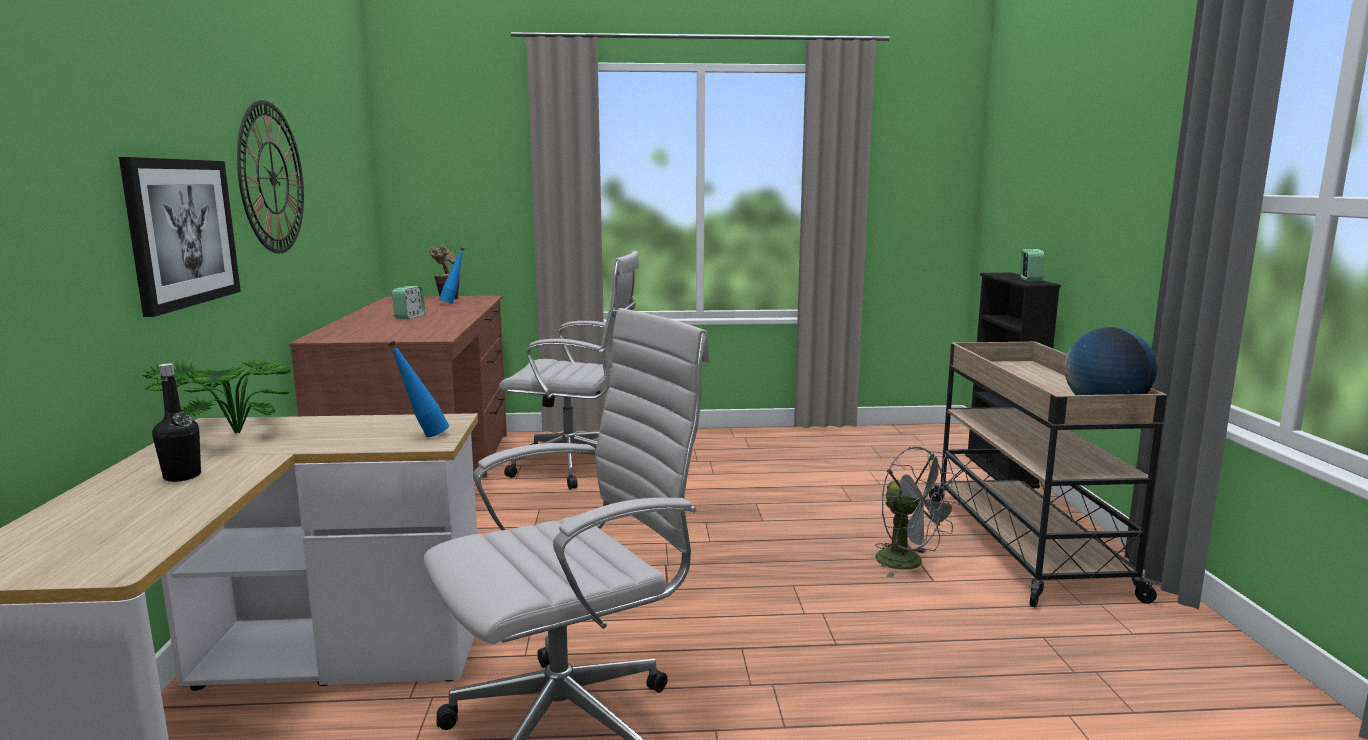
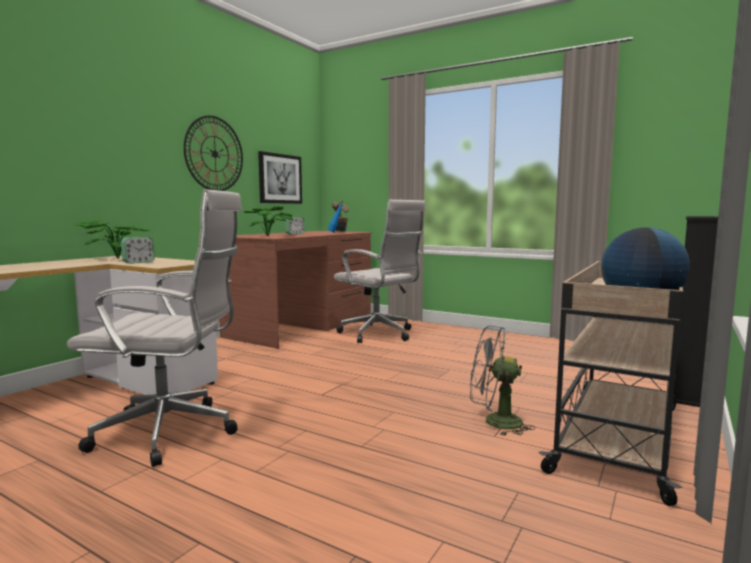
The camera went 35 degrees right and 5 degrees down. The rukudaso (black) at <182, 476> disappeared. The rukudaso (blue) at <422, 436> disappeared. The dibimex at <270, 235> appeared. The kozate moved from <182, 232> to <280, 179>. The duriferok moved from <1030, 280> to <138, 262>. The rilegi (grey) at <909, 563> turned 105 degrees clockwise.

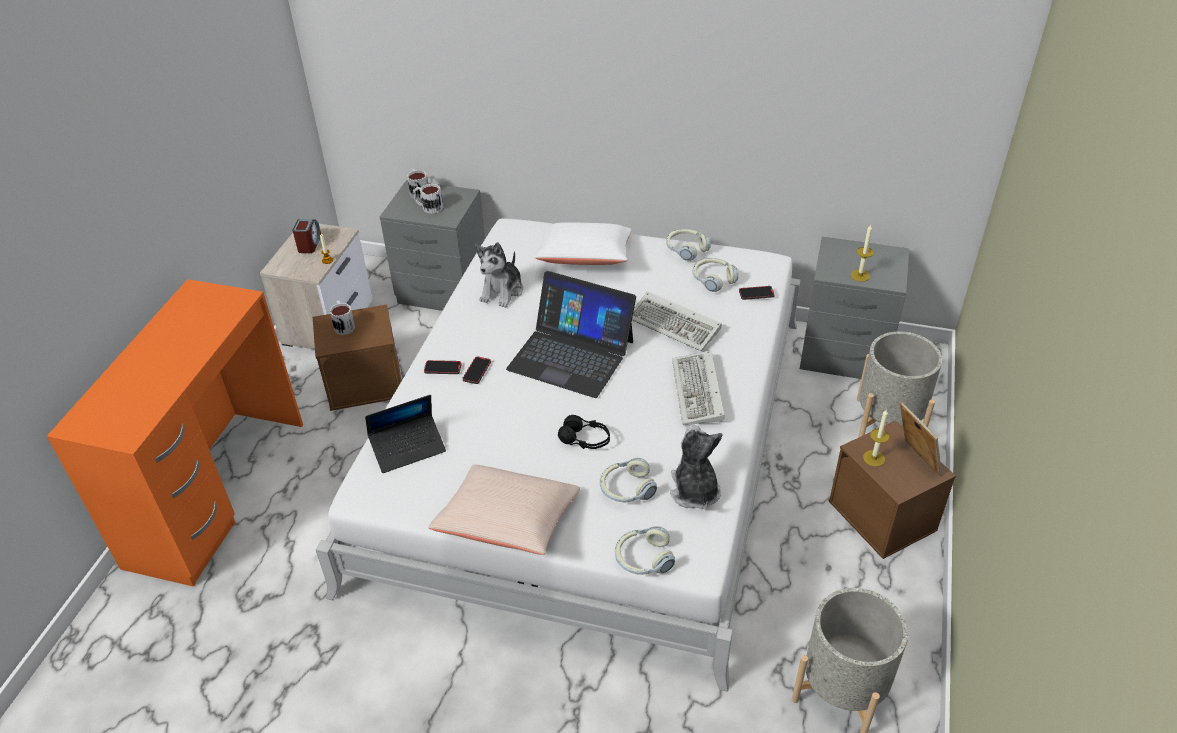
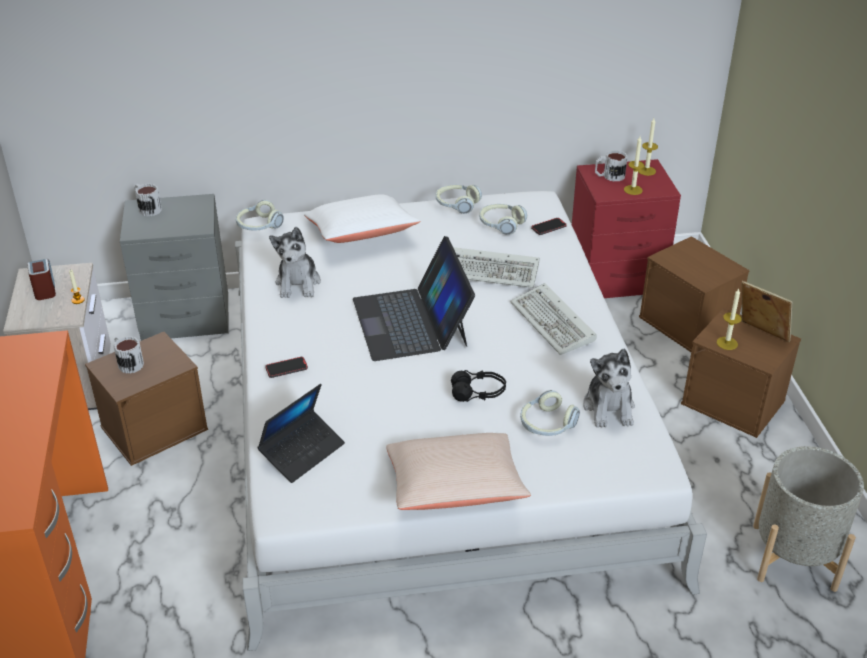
The camera went 25 degrees left and 5 degrees down. The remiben at <477, 371> disappeared. The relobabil at <646, 171> appeared. The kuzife moved from <428, 207> to <609, 176>. The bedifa moved from <643, 559> to <259, 225>. The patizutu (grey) at <888, 422> was replaced by the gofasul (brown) at <688, 324>. The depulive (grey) at <846, 356> became the depulive (red) at <617, 278>. The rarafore at <571, 354> turned 75 degrees clockwise. The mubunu at <694, 490> turned 150 degrees counterclockwise.

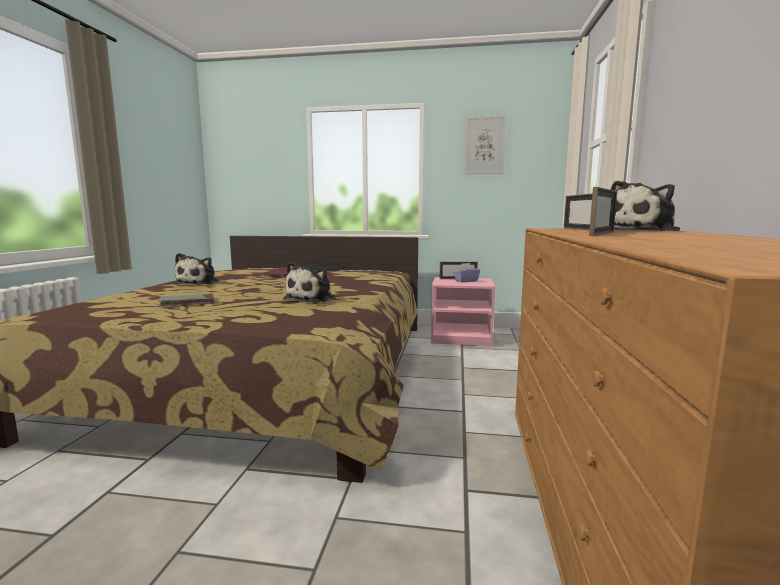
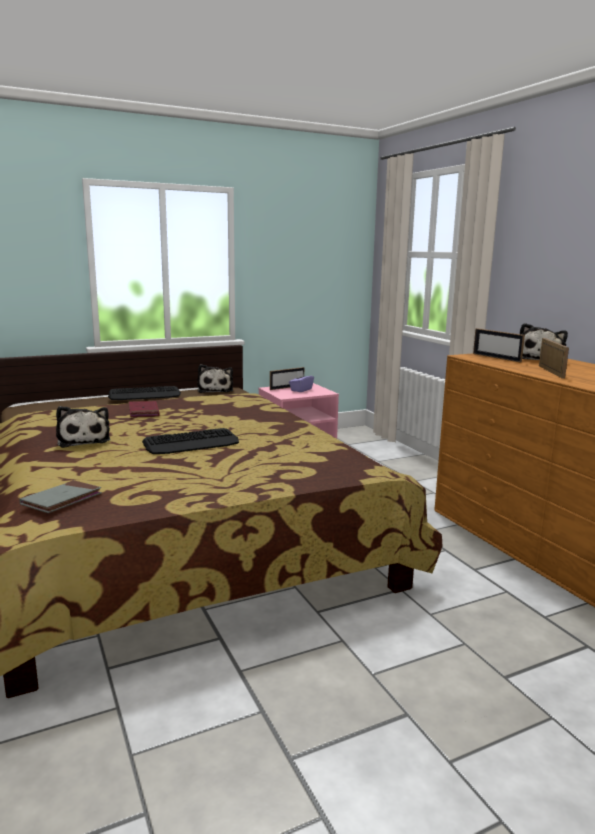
The camera went 35 degrees left and 5 degrees up. The kozate at <484, 145> disappeared. The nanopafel at <192, 443> appeared. The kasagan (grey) moved from <188, 303> to <62, 500>. The mubunu moved from <312, 299> to <215, 390>.

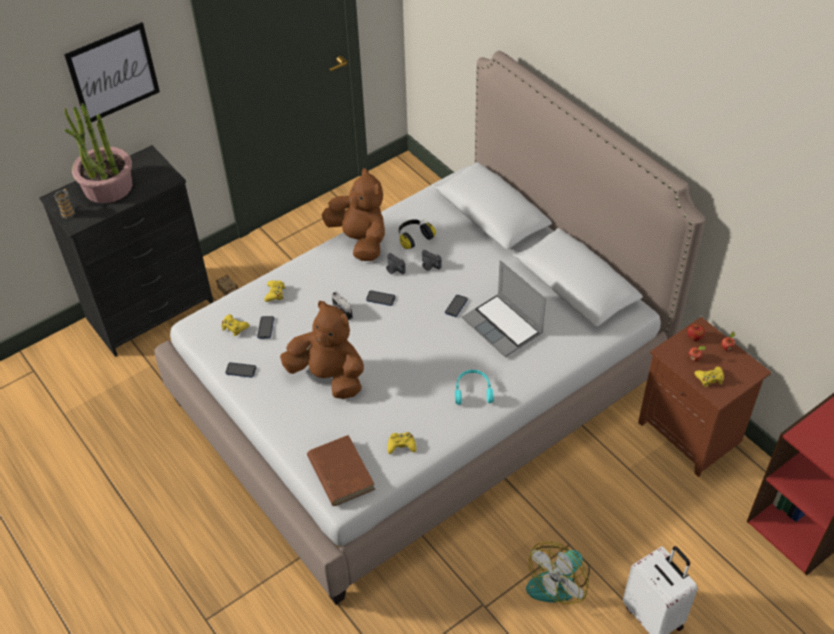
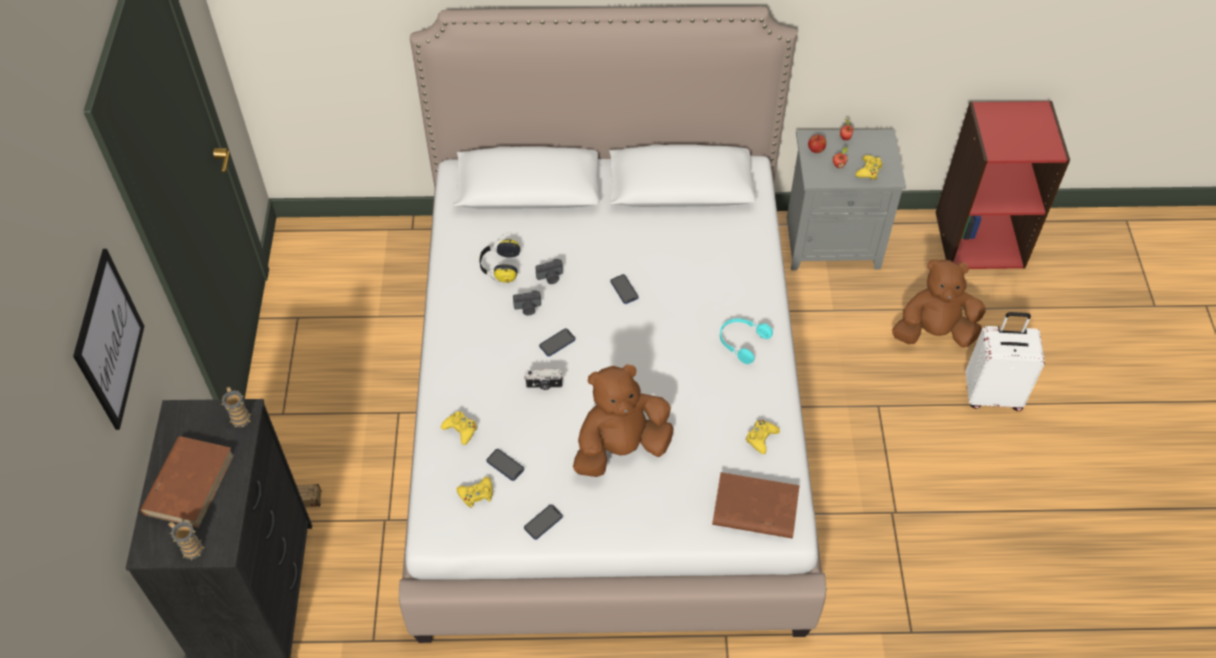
The camera went 55 degrees left and 5 degrees up. The rarafore at <504, 326> disappeared. The rilegi at <559, 579> disappeared. The kuzife at <239, 415> appeared. The mubunu (brown) moved from <360, 240> to <933, 332>. The dibimex at <108, 187> was replaced by the kasagan (brown) at <189, 483>. The depulive (brown) at <692, 433> became the depulive (grey) at <833, 242>.

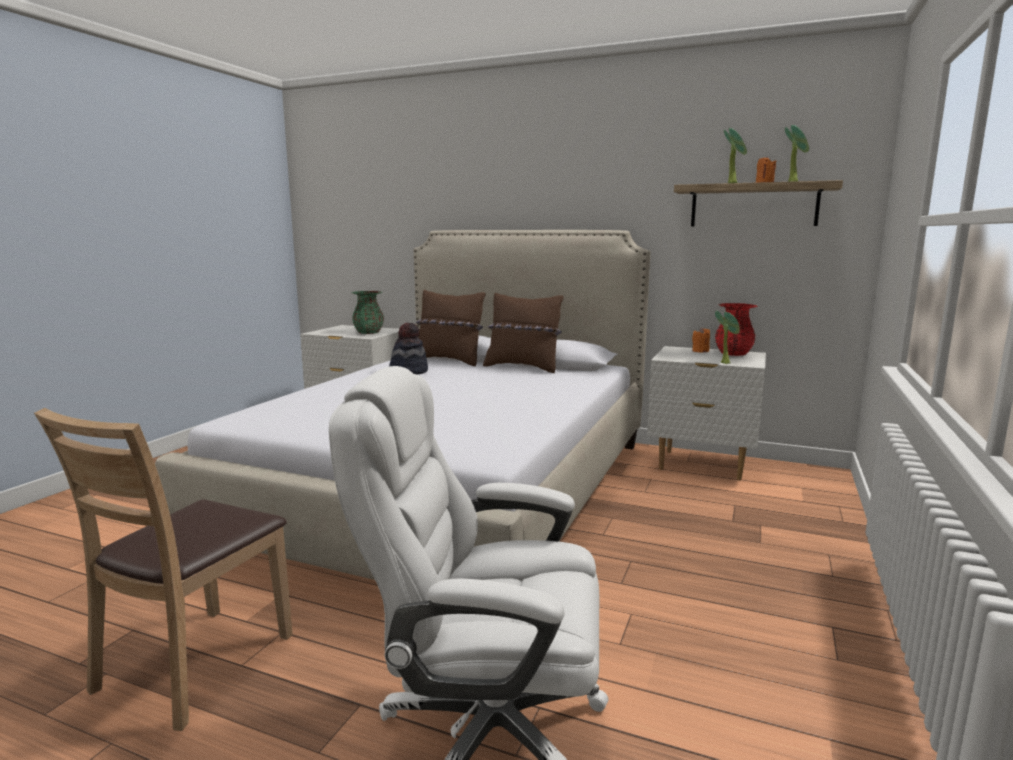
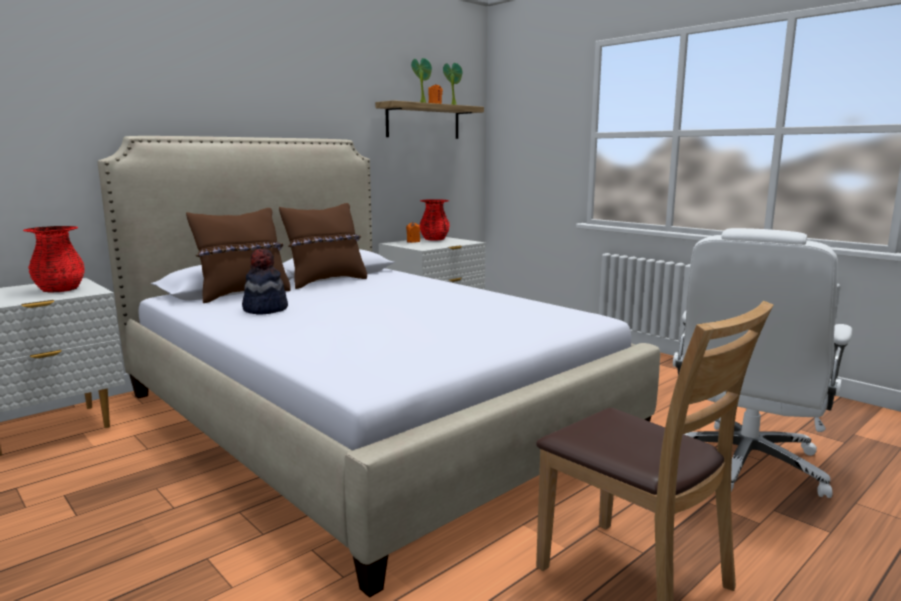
The camera went 65 degrees left and 0 degrees up. The dibimex at <725, 363> disappeared. The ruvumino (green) at <368, 332> became the ruvumino (red) at <60, 290>.

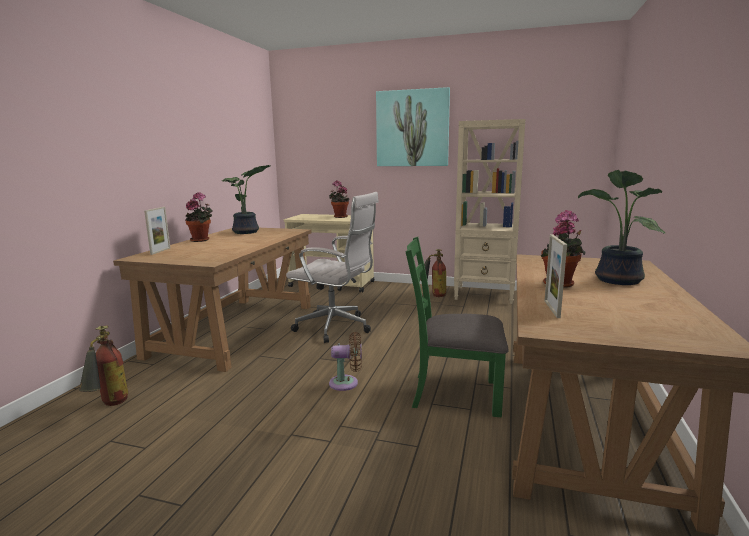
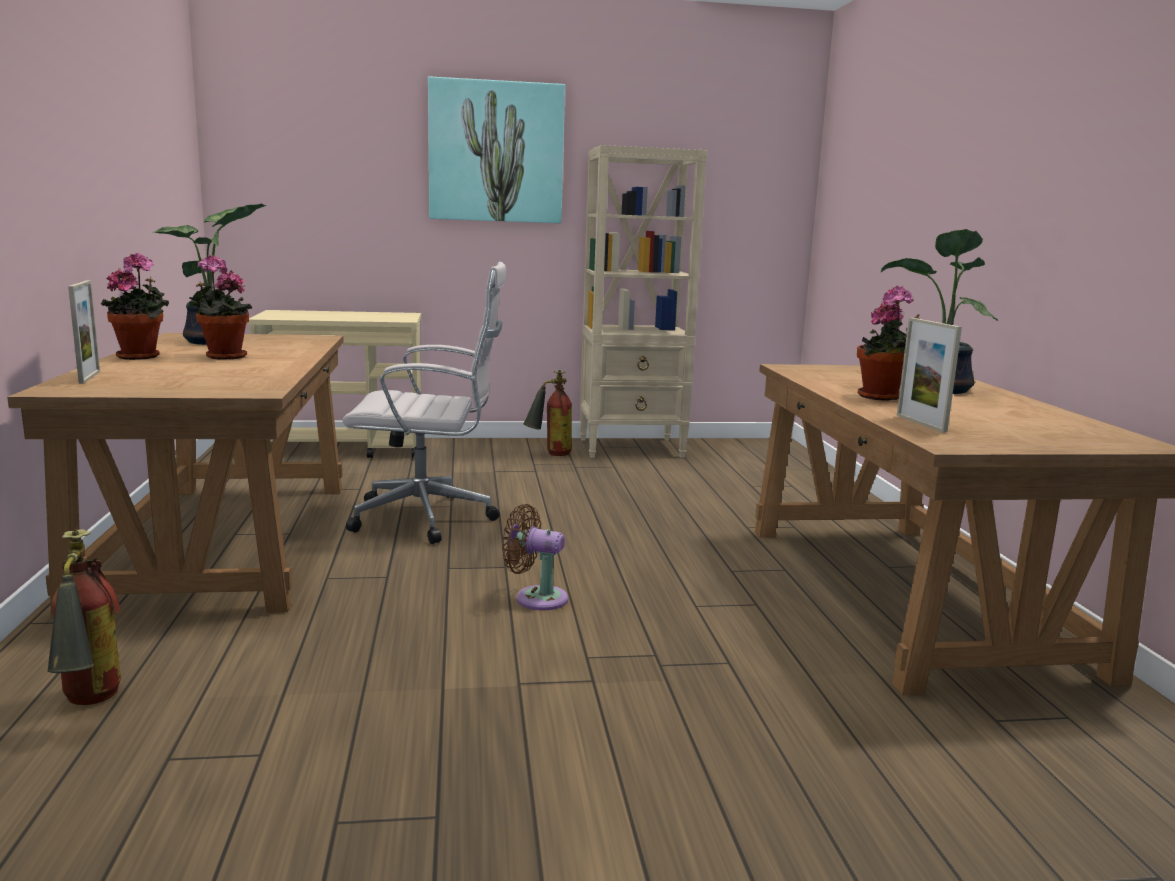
The camera went 25 degrees left and 0 degrees up. The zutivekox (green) at <454, 393> disappeared. The dibimex moved from <339, 217> to <222, 357>. The rilegi (brown) at <347, 383> turned 135 degrees counterclockwise.

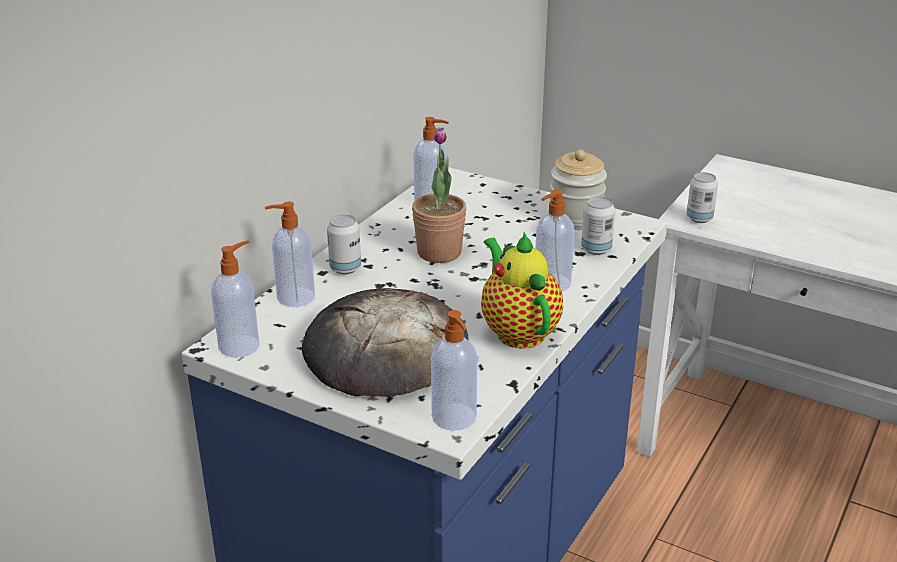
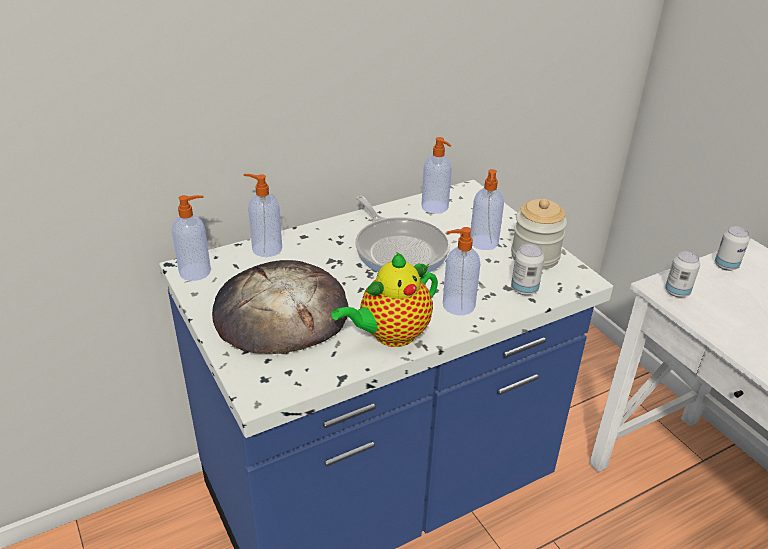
The camera went 30 degrees right and 5 degrees up. The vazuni moved from <345, 268> to <726, 265>. The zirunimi moved from <454, 418> to <483, 243>. The dibimex at <439, 252> was replaced by the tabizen at <399, 249>. The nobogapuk at <518, 331> turned 135 degrees counterclockwise.

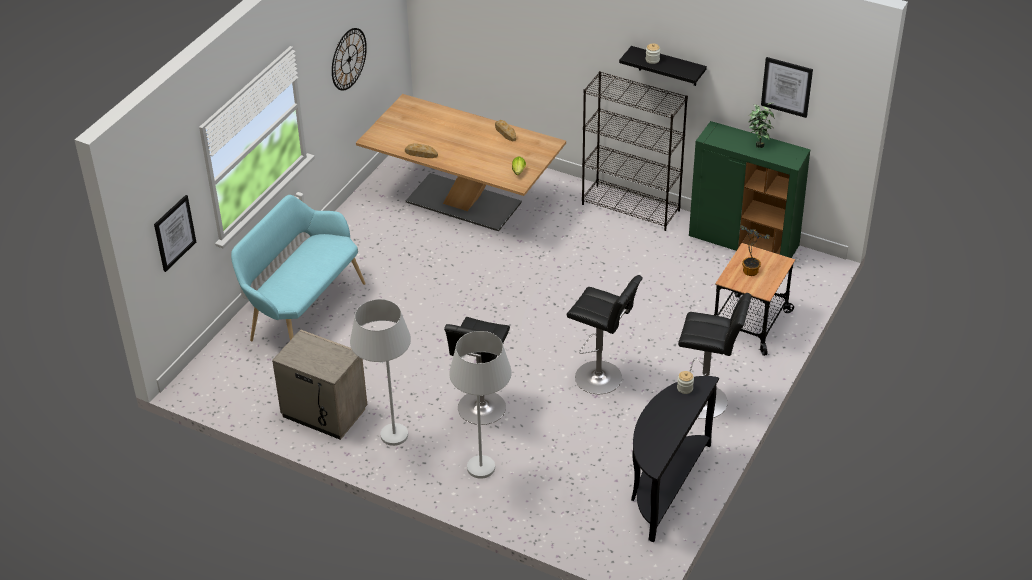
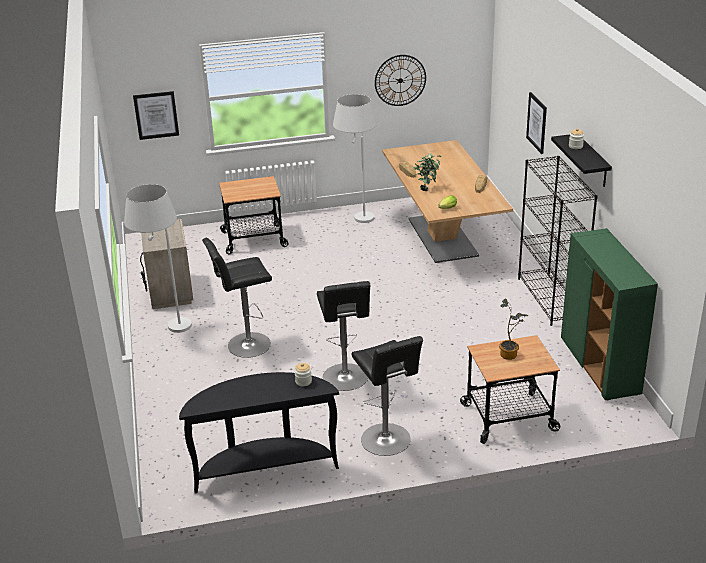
The camera went 50 degrees right and 10 degrees down. The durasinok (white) moved from <484, 479> to <357, 222>. The dibimex moved from <758, 143> to <427, 189>. The kozate moved from <786, 87> to <537, 122>. The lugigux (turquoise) at <302, 311> was replaced by the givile at <254, 239>.

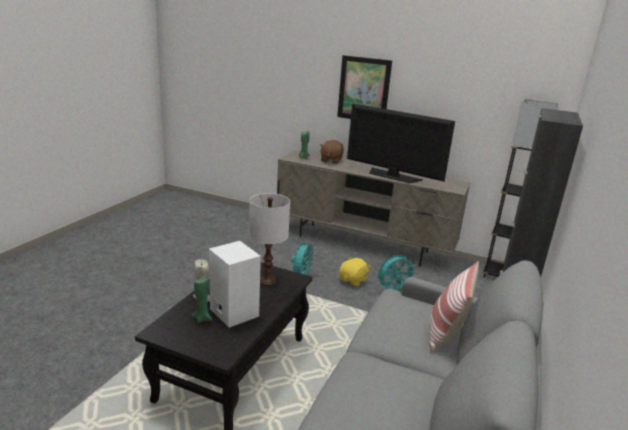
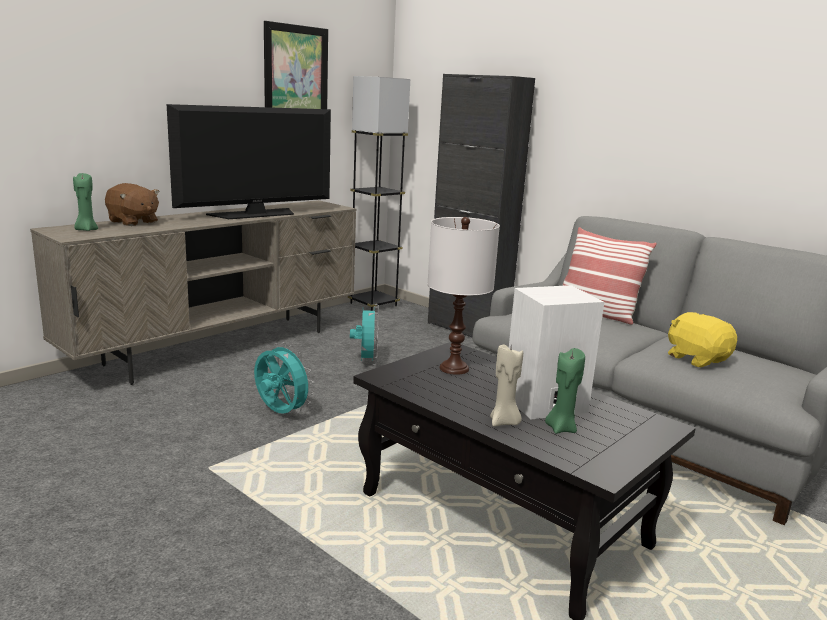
The camera went 70 degrees left and 5 degrees down. The kozate moved from <364, 89> to <296, 75>. The mubunu (yellow) moved from <353, 280> to <697, 359>.

